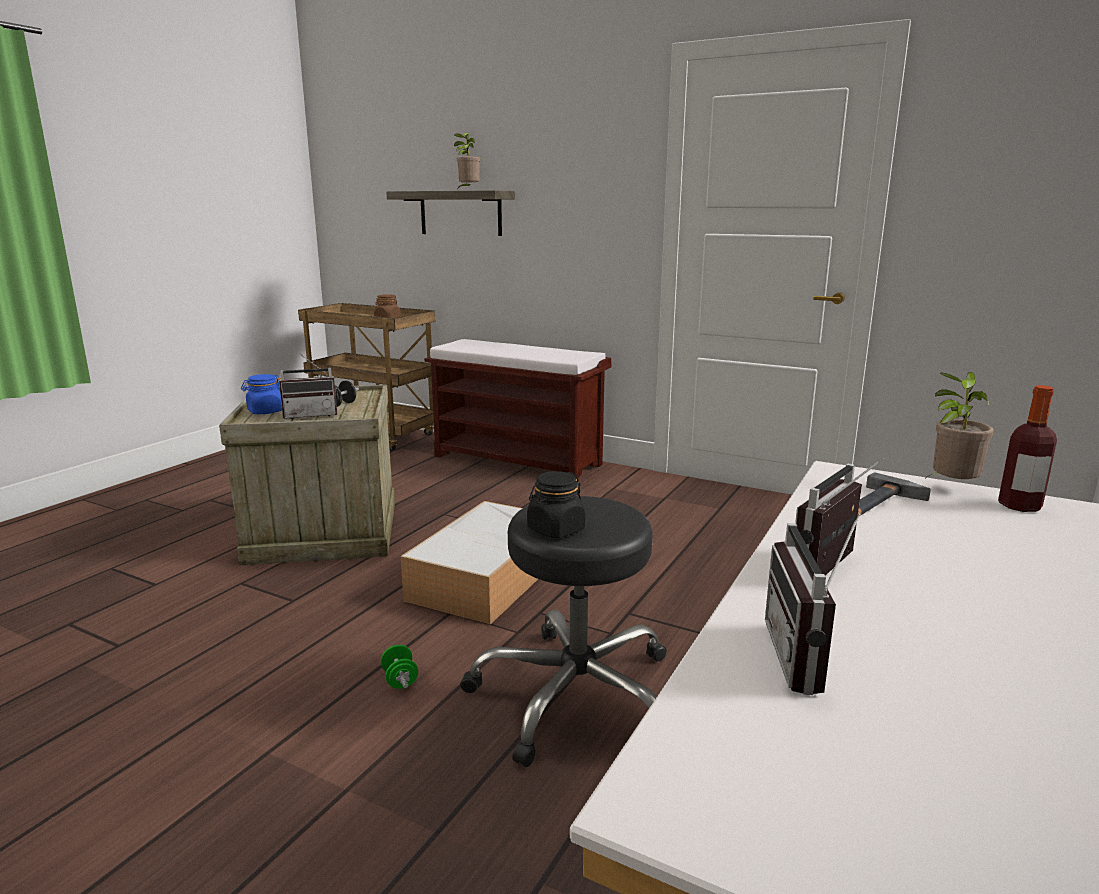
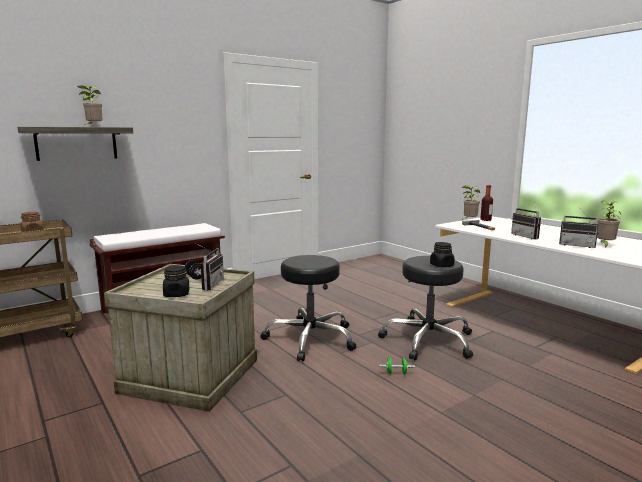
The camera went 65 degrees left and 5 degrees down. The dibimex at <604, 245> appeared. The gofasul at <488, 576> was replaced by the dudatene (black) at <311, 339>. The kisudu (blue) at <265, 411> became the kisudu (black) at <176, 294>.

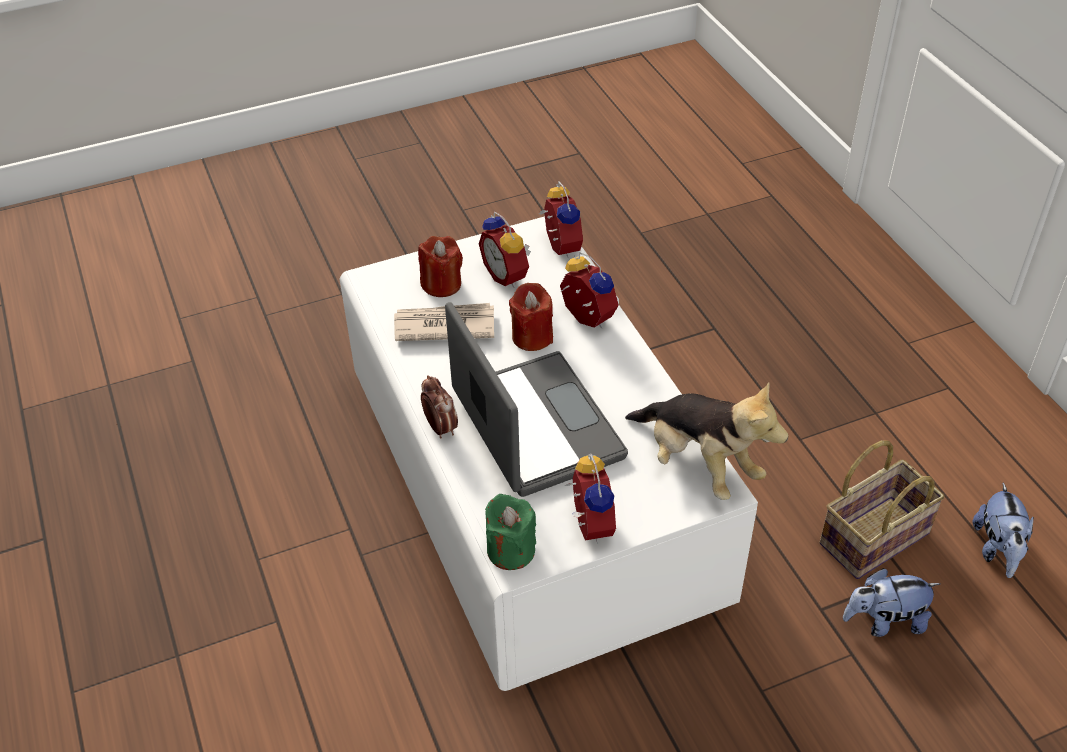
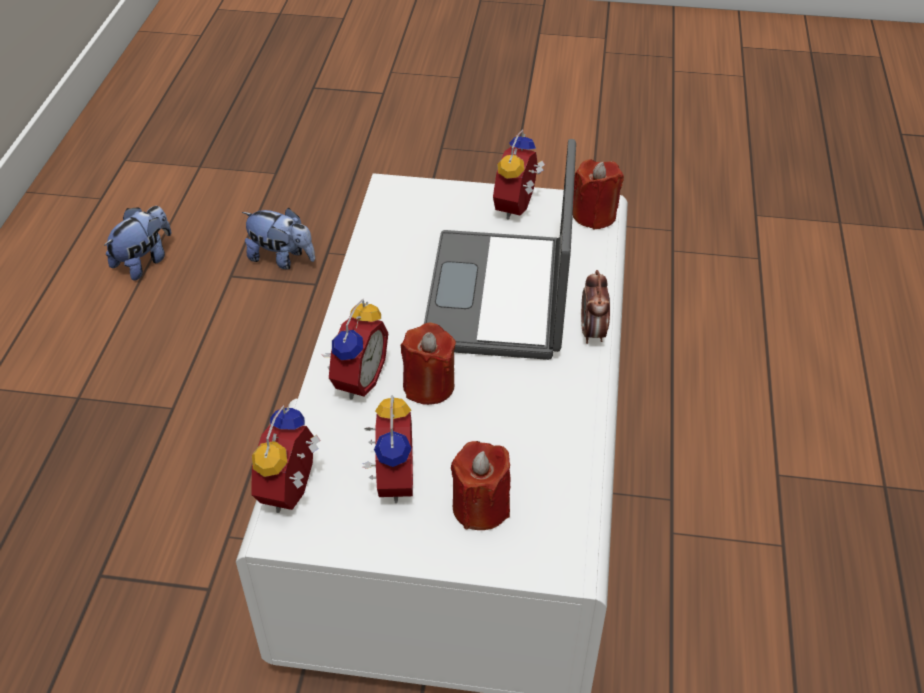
The camera went 150 degrees left and 0 degrees up. The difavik at <443, 326> disappeared. The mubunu at <698, 464> disappeared. The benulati at <874, 536> disappeared. The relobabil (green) at <511, 550> became the relobabil (red) at <594, 215>. The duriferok at <585, 320> turned 150 degrees counterclockwise.

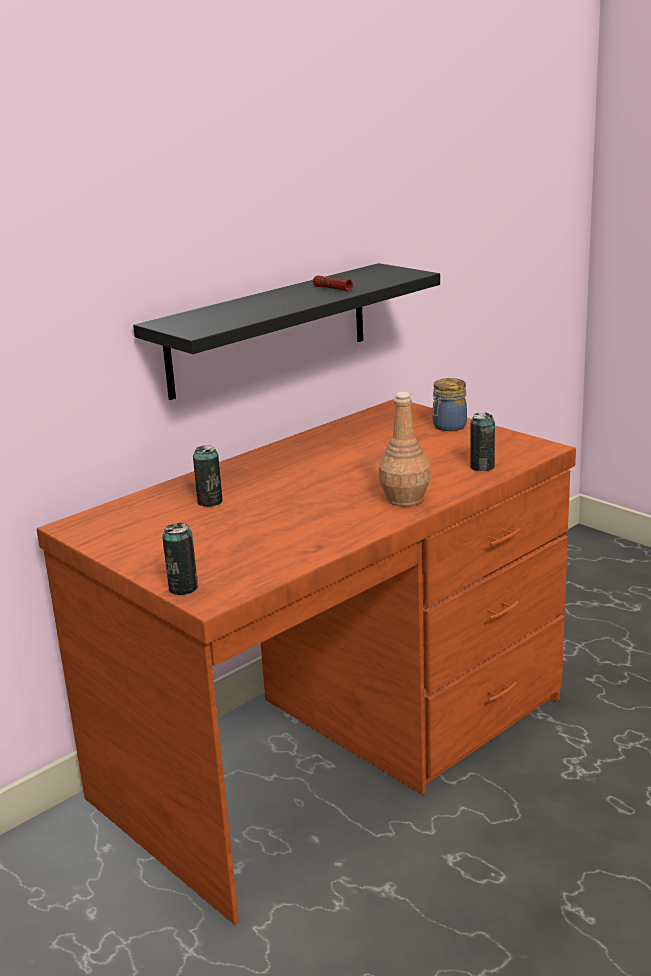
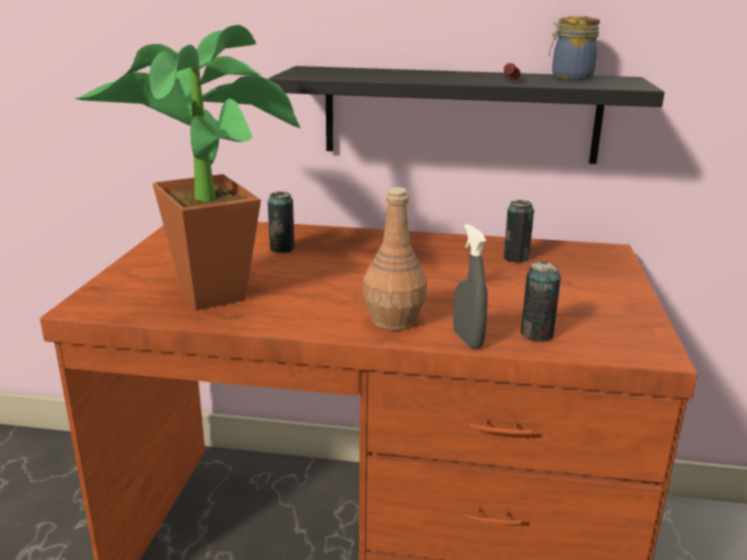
The camera went 50 degrees right and 0 degrees up. The dibimex at <216, 290> appeared. The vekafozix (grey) at <467, 340> appeared. The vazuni moved from <183, 588> to <516, 258>. The kisudu moved from <448, 426> to <570, 77>.

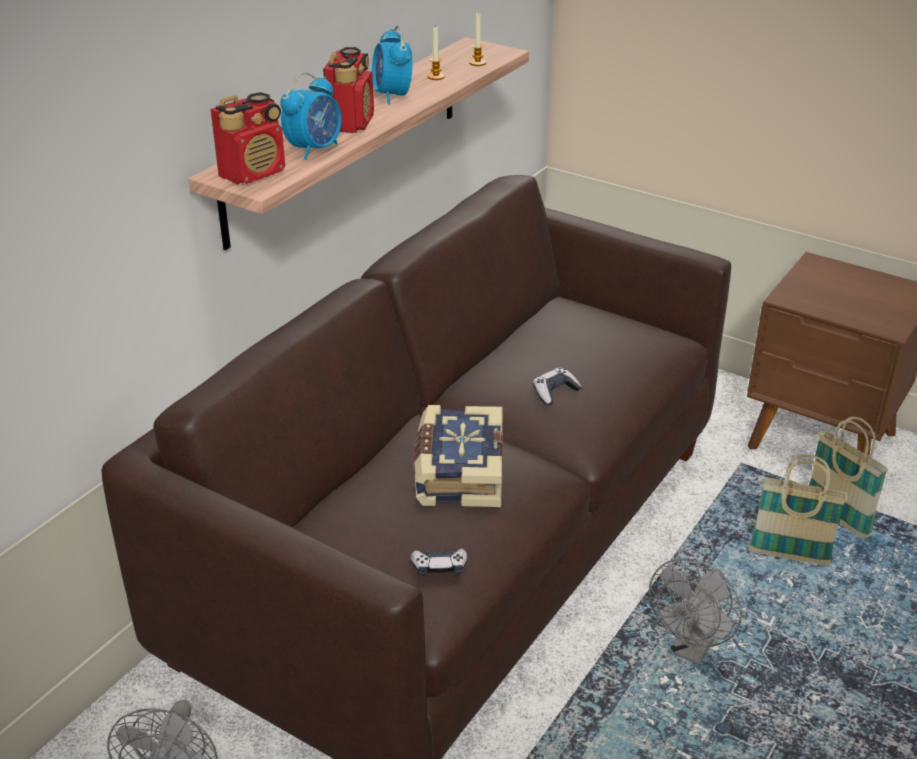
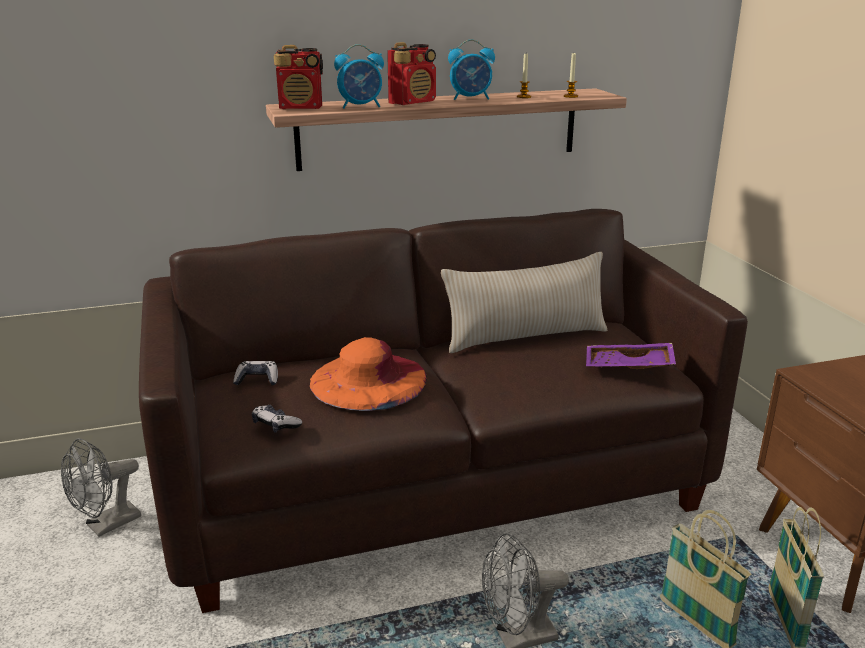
The camera went 40 degrees right and 10 degrees down. The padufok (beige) at <525, 337> appeared. The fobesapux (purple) at <628, 367> appeared. The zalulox moved from <555, 392> to <257, 380>. The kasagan at <458, 472> was replaced by the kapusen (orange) at <368, 380>. The duriferok at <392, 96> turned 120 degrees counterclockwise.

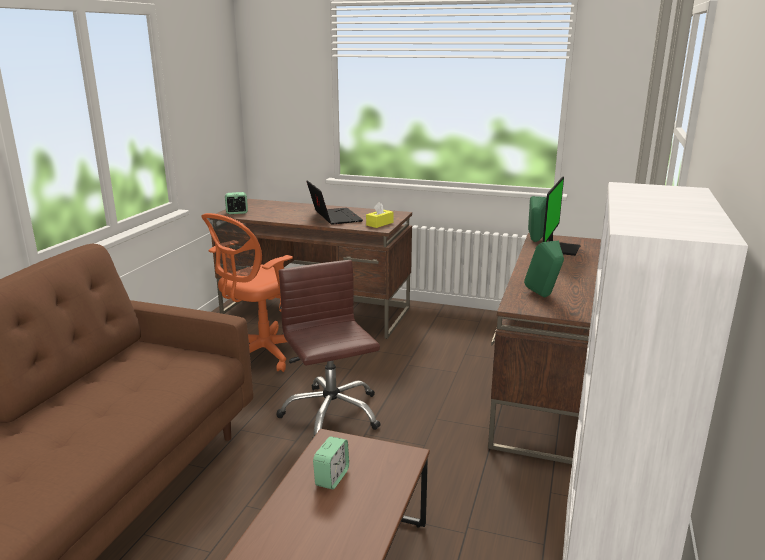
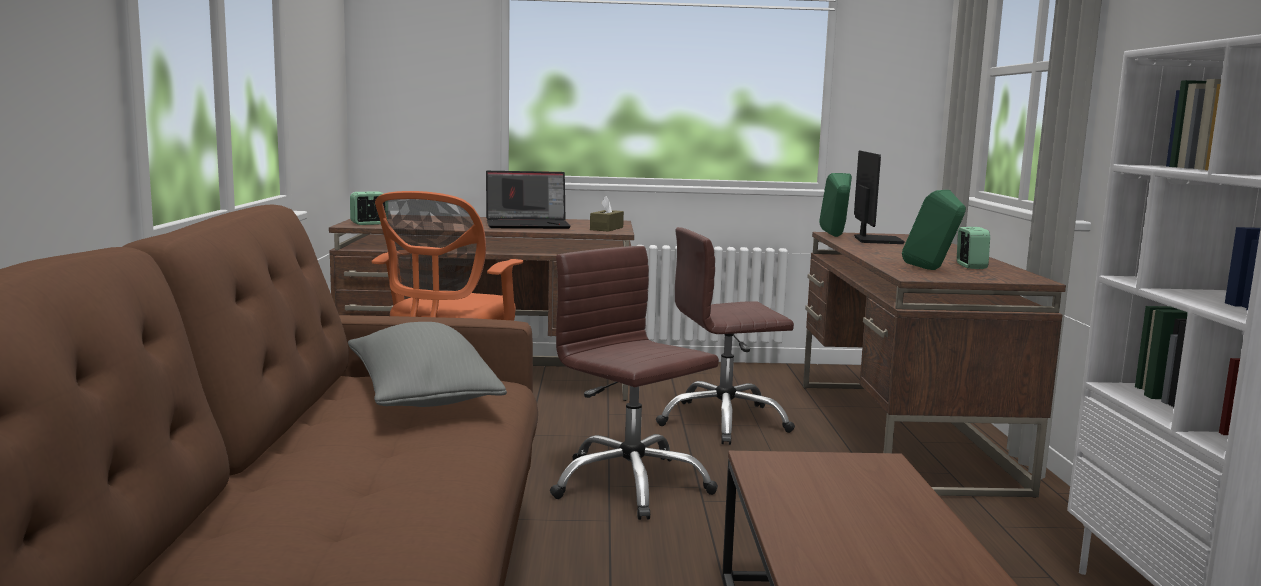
The camera went 20 degrees left and 10 degrees down. The padufok (grey) at <421, 397> appeared. The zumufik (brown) at <724, 421> appeared. The duriferok moved from <332, 478> to <971, 266>. The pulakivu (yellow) at <379, 224> became the pulakivu (brown) at <606, 228>. The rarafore at <333, 217> turned 120 degrees clockwise.

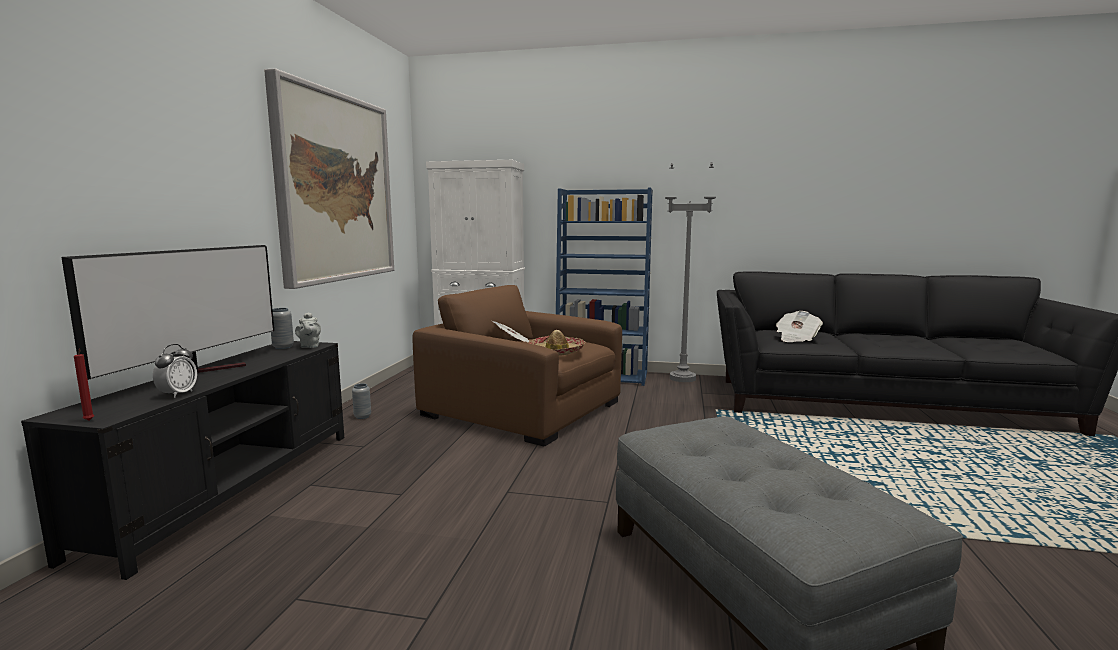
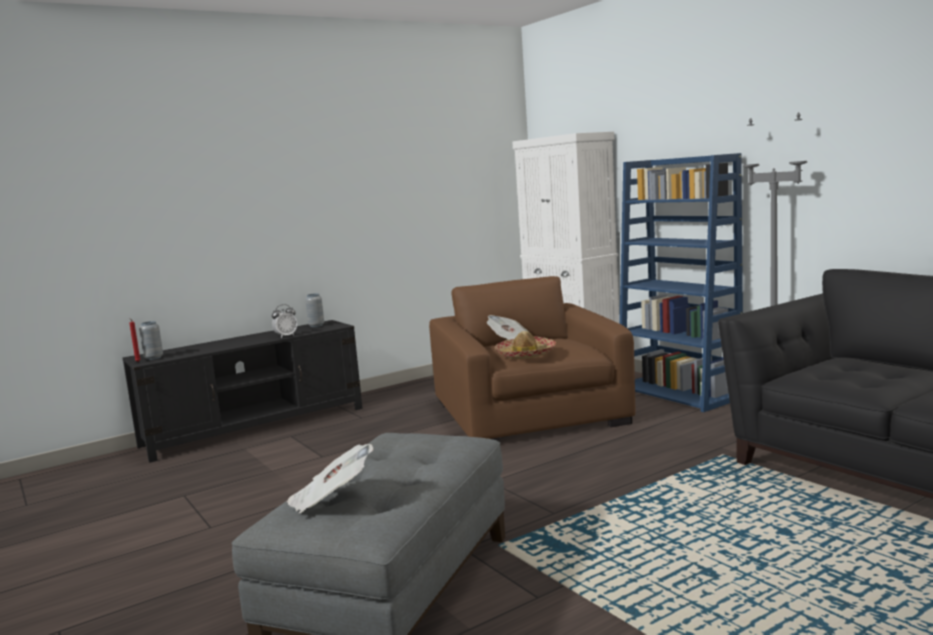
The camera went 45 degrees right and 0 degrees up. The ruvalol at <204, 373> disappeared. The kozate at <336, 188> disappeared. The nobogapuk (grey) at <309, 346> disappeared. The duriferok moved from <178, 394> to <286, 336>. The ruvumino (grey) moved from <362, 417> to <153, 358>. The difavik moved from <796, 338> to <331, 500>.

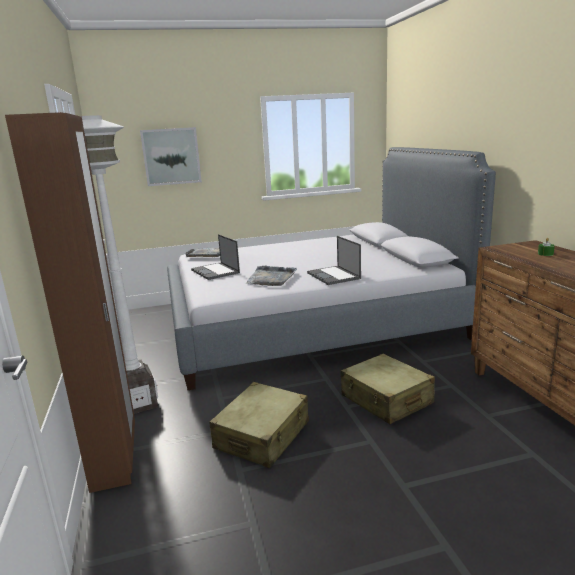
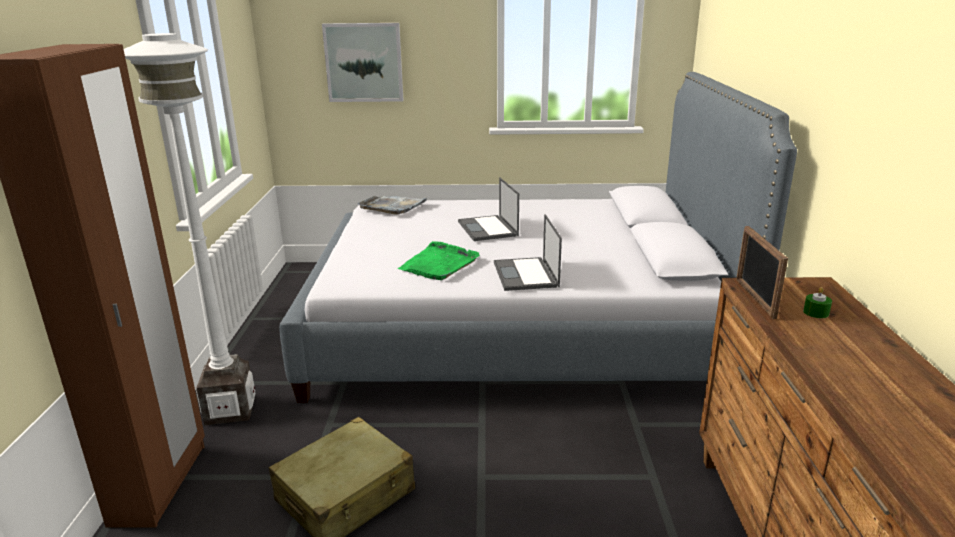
The camera went 15 degrees right and 5 degrees up. The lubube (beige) at <386, 400> disappeared. The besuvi at <754, 298> appeared. The rarafore moved from <215, 271> to <488, 229>. The fobesapux (grey) at <271, 278> became the fobesapux (green) at <439, 264>.

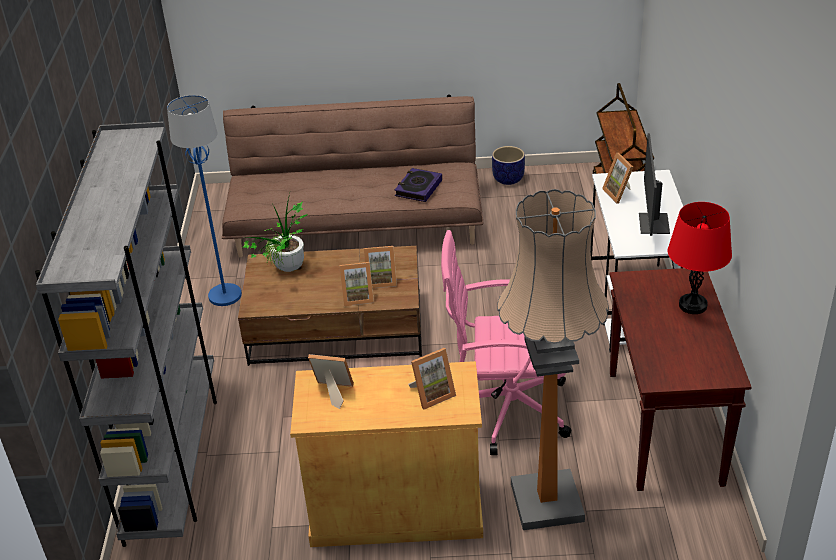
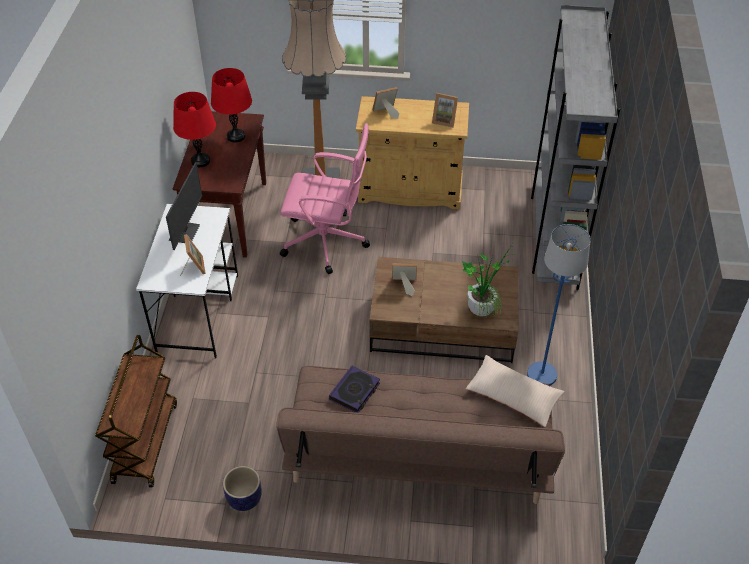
The camera went 175 degrees left and 10 degrees up. The besuvi at <357, 297> disappeared. The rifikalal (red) at <236, 136> appeared. The padufok (beige) at <513, 396> appeared.

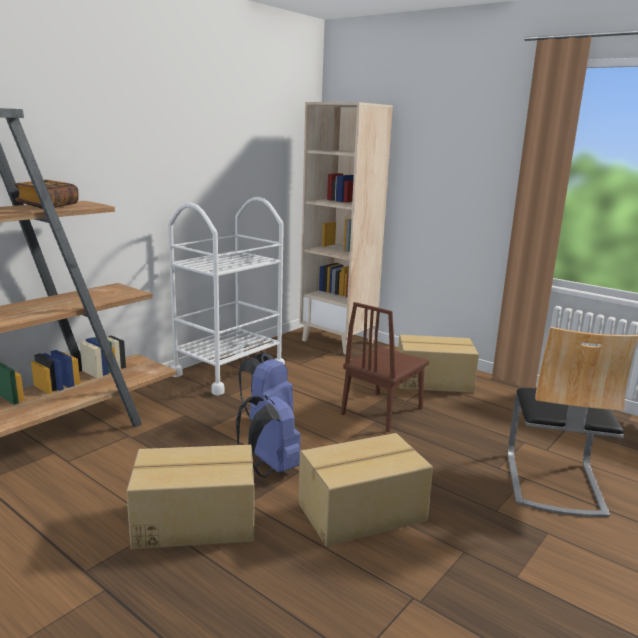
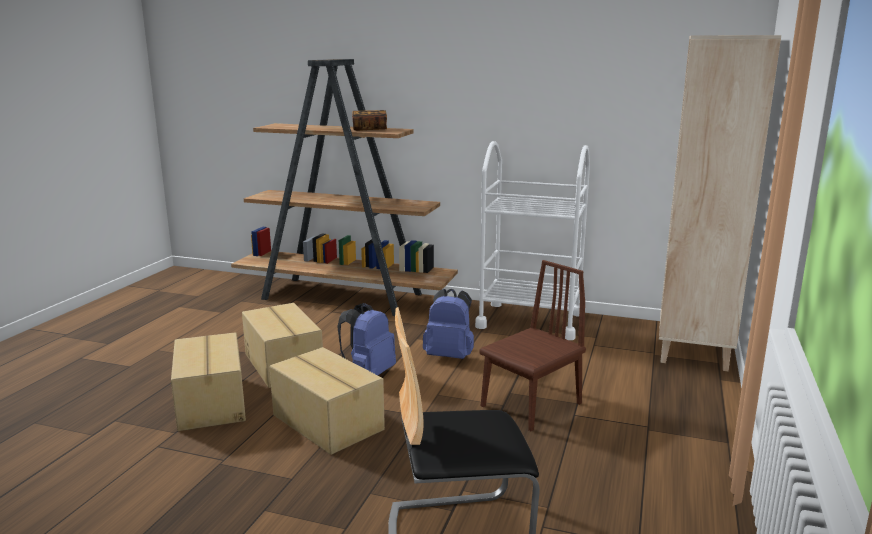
The camera went 70 degrees right and 0 degrees up. The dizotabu moved from <433, 381> to <212, 402>. The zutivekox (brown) at <382, 411> turned 120 degrees clockwise.

